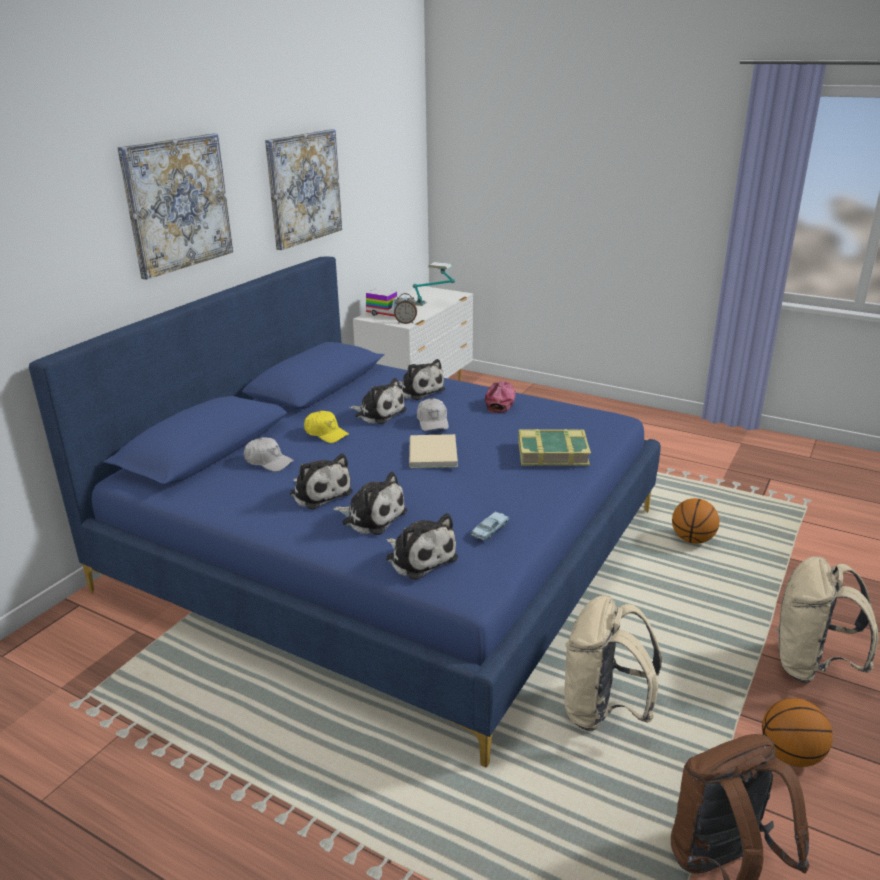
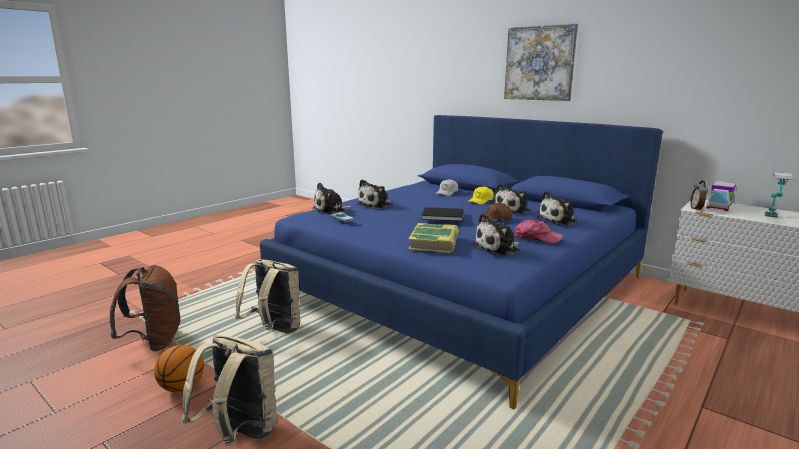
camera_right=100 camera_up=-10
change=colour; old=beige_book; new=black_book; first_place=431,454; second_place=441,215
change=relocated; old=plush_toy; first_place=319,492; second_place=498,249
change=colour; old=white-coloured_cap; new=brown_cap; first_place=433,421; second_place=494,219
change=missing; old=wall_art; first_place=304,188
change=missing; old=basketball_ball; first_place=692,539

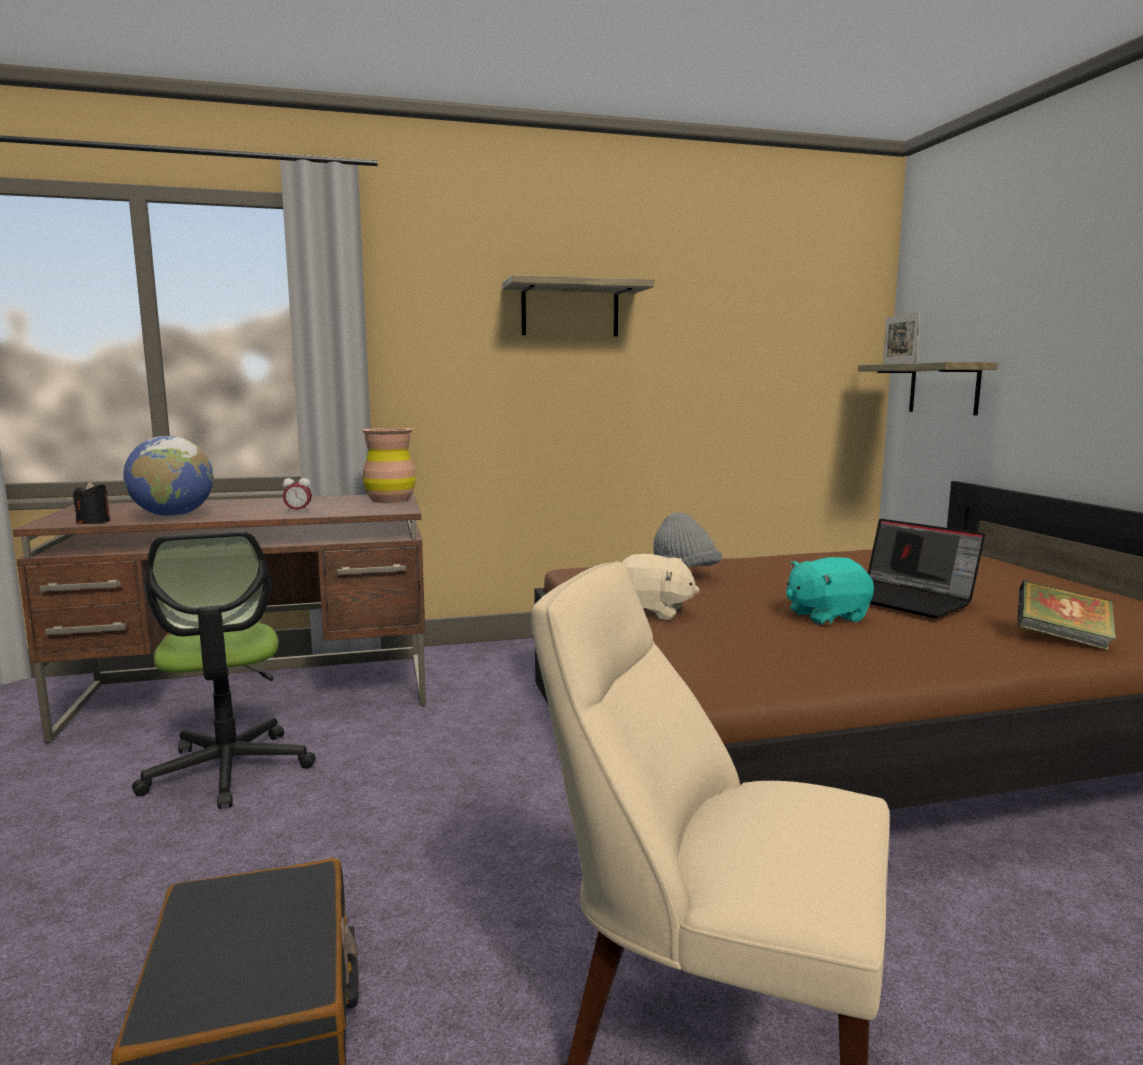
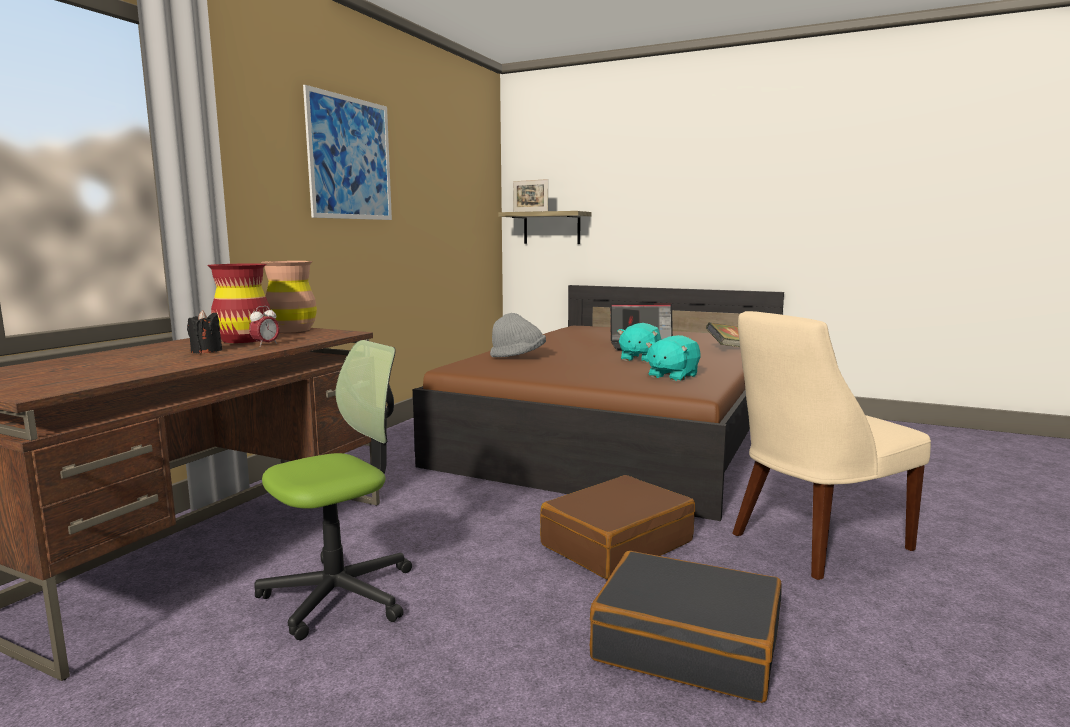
camera_right=-50 camera_up=0
change=relocated; old=black_wax_candle; first_place=94,522; second_place=206,351
change=appeared; new=red-coloured_vase; second_place=243,340
change=spun; old=desk_chair; first_place=228,770; second_place=339,595; degrees=-60
change=exchanged; old=bracket_shelf; new=wall_art; first_place=570,310; second_place=350,158
change=appeared; new=brown_travel_case; second_place=616,543
change=appeared; new=turquoise_plush_toy; second_place=672,376
change=missing; old=desk_globe; first_place=173,516
change=missing; old=beige_plush_toy; first_place=652,612

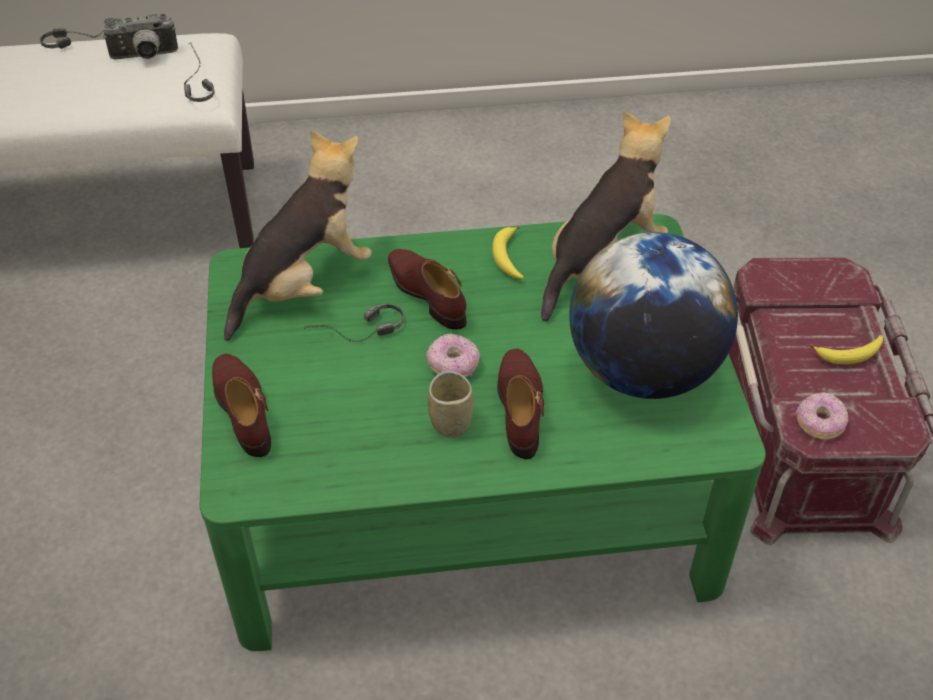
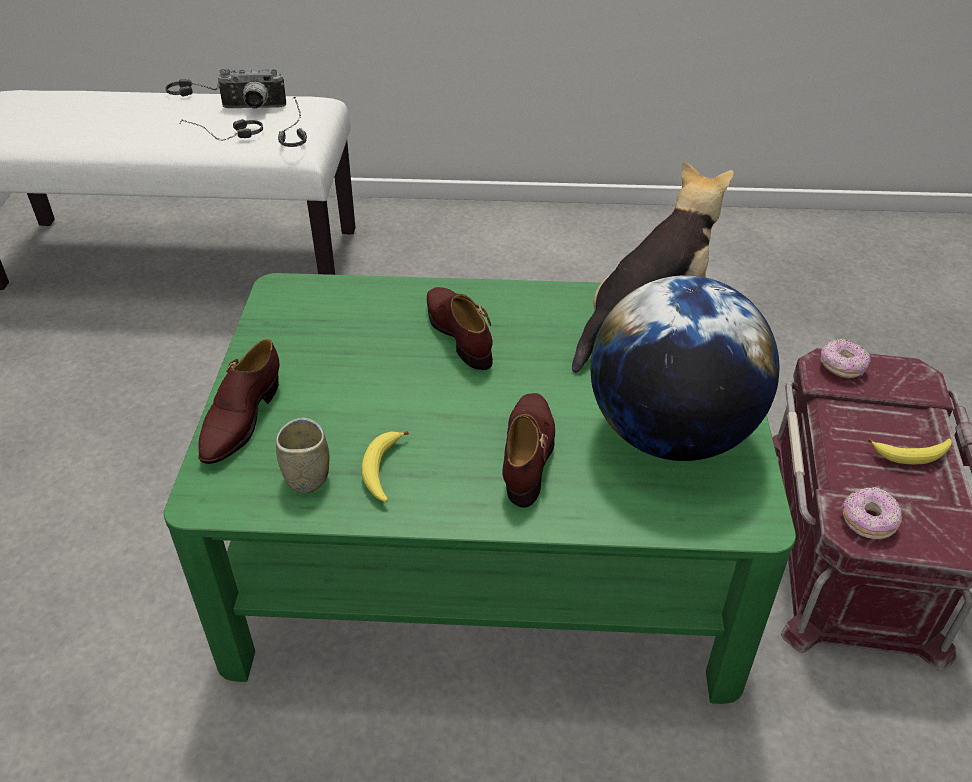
camera_right=10 camera_up=-5
change=relocated; old=headphones; first_place=357,335; second_place=224,137
change=spun; old=brown_low_shoe; first_place=243,409; second_place=240,419; degrees=-150
change=relocated; old=cup; first_place=450,423; second_place=307,477
change=relocated; old=banana_fruit; first_place=508,258; second_place=382,471
change=relocated; old=ring_doughnut; first_place=453,365; second_place=841,367
change=missing; old=plush_toy; first_place=304,285

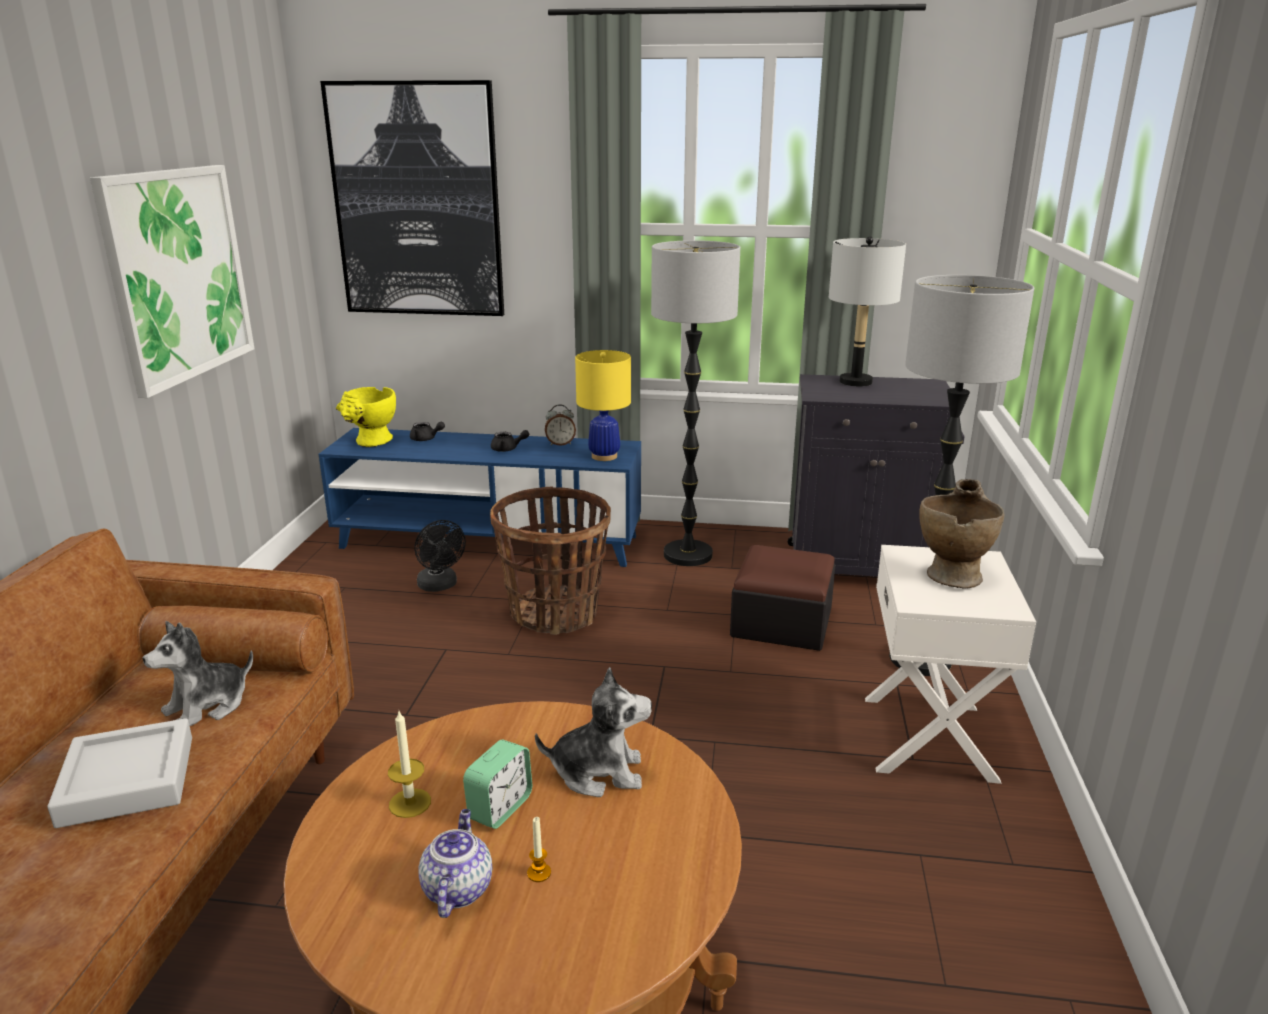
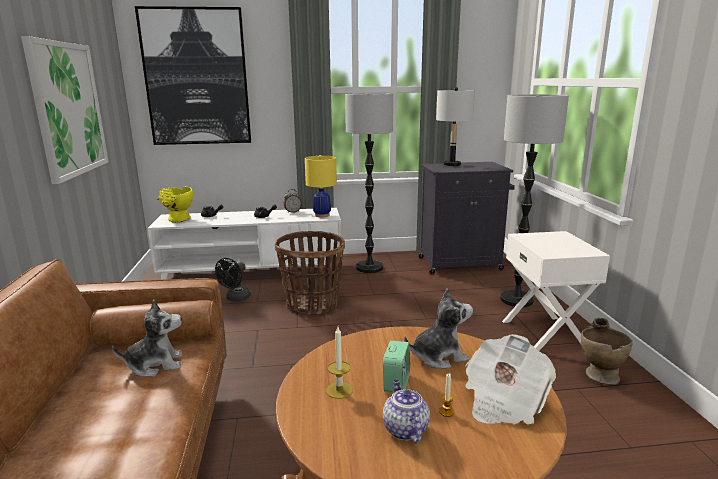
camera_right=-15 camera_up=-5
change=spun; old=plush_toy; first_place=207,706; second_place=155,365; degrees=-135
change=colour; old=blue_media_console; new=white-coloured_media_console; first_place=489,542; second_place=253,274
change=spun; old=black_electric_fan; first_place=440,586; second_place=236,298; degrees=75
change=appeared; new=printed_paper; second_place=503,400
change=relocated; old=beige_vase; first_place=952,573; second_place=598,373
change=missing; old=gray_carrying_tray; first_place=127,781
change=missing; old=ottoman; first_place=781,622

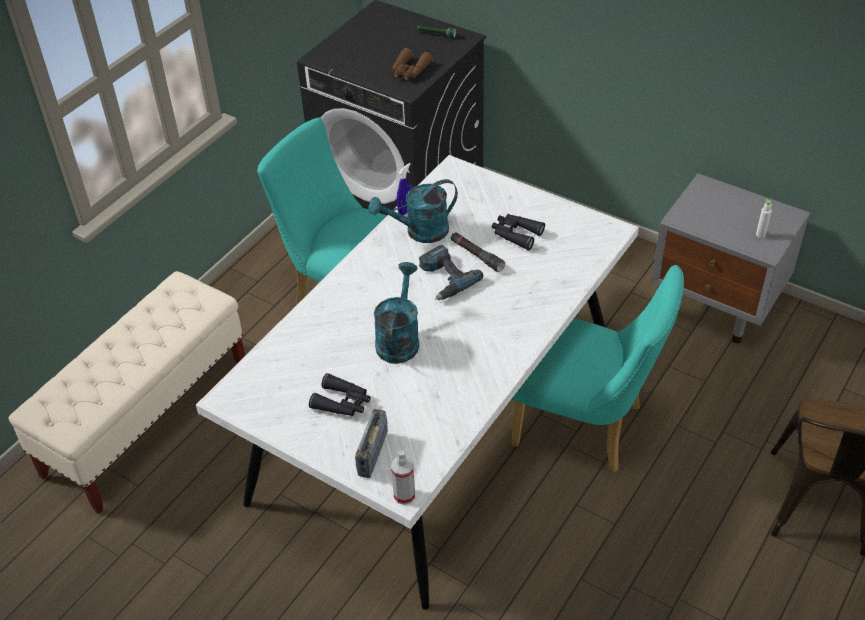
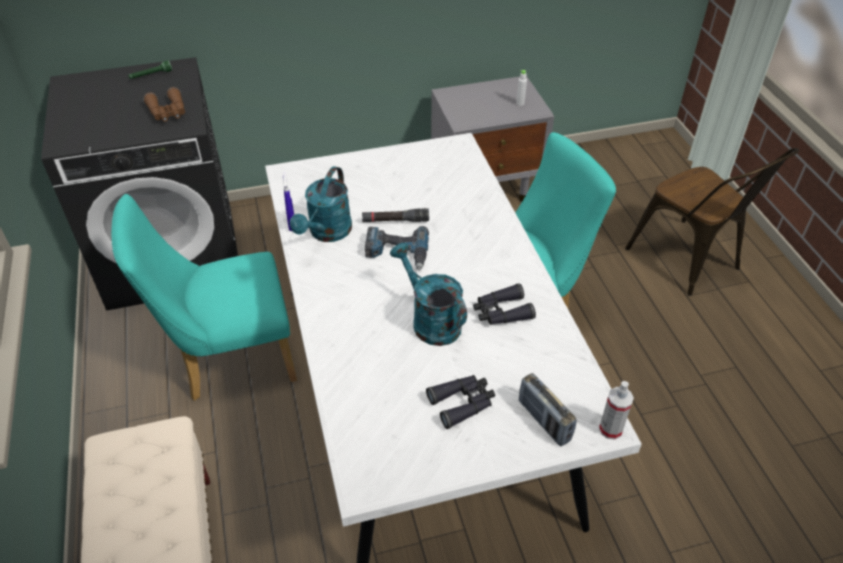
camera_right=-50 camera_up=0
change=relocated; old=black_binoculars; first_place=516,234; second_place=501,312

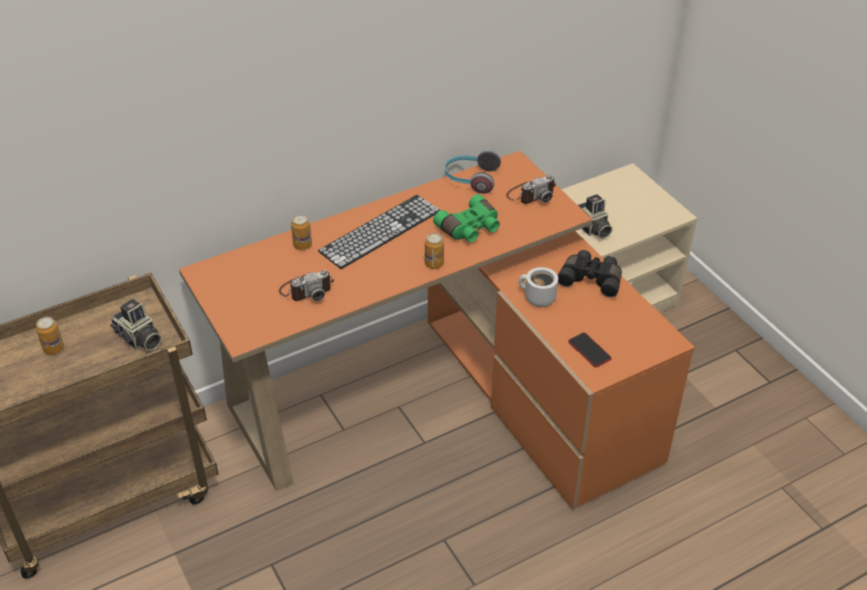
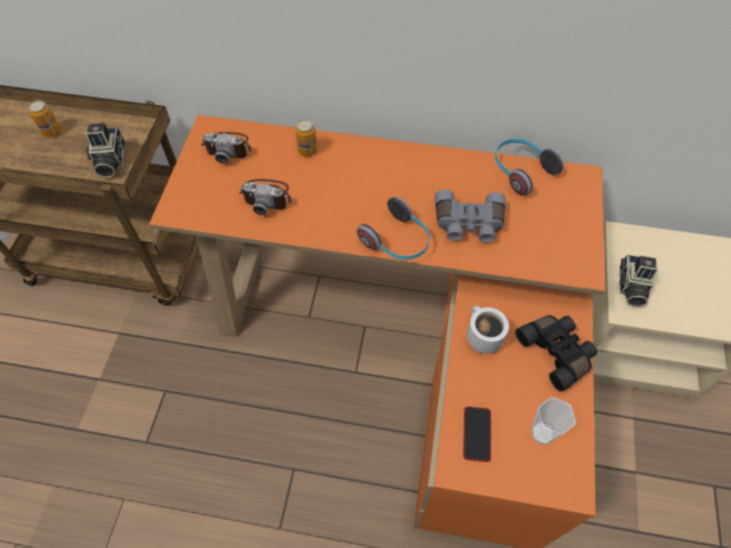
camera_right=40 camera_up=15
change=relocated; old=photo_camera; first_place=531,194; second_place=228,147
change=exchanged; old=sealed_can; new=headphones; first_place=434,264; second_place=397,241
change=colour; old=green_binoculars; new=gray_binoculars; first_place=470,228; second_place=468,224
change=appeared; new=cup; second_place=542,433
change=missing; old=PC_keyboard; first_place=380,231

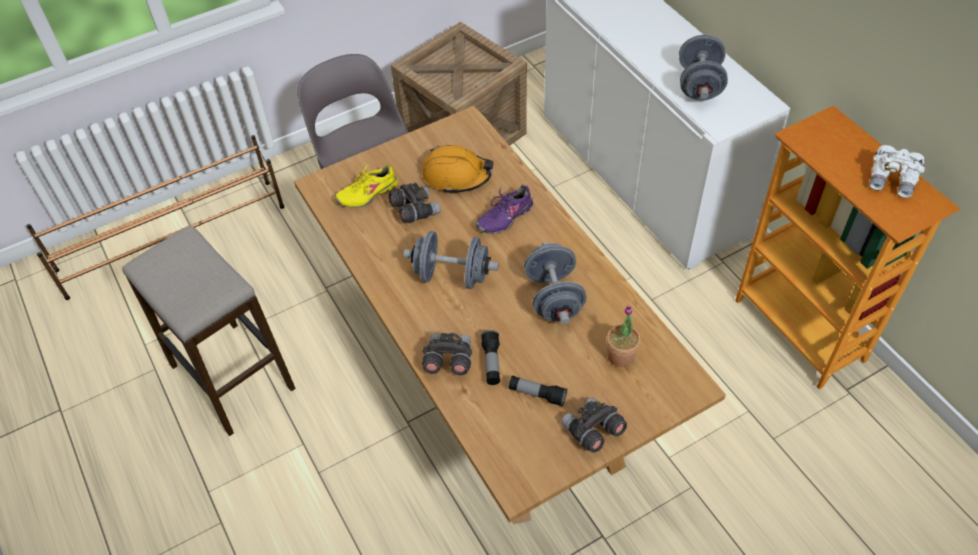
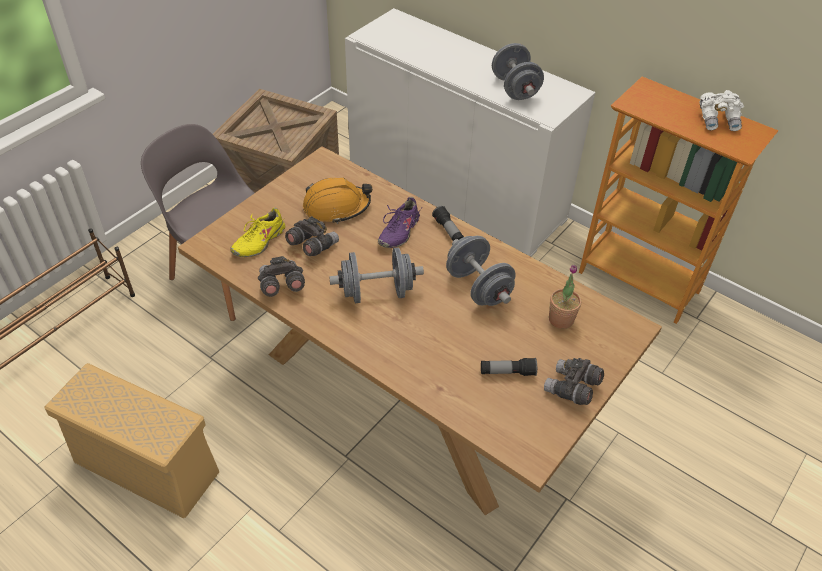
camera_right=-25 camera_up=-5
change=exchanged; old=sitting_stool; new=beige_storage_container; first_place=232,377; second_place=148,467
change=relocated; old=gray_binoculars; first_place=448,361; second_place=281,286
change=relocated; old=torch; first_place=491,362; second_place=448,231

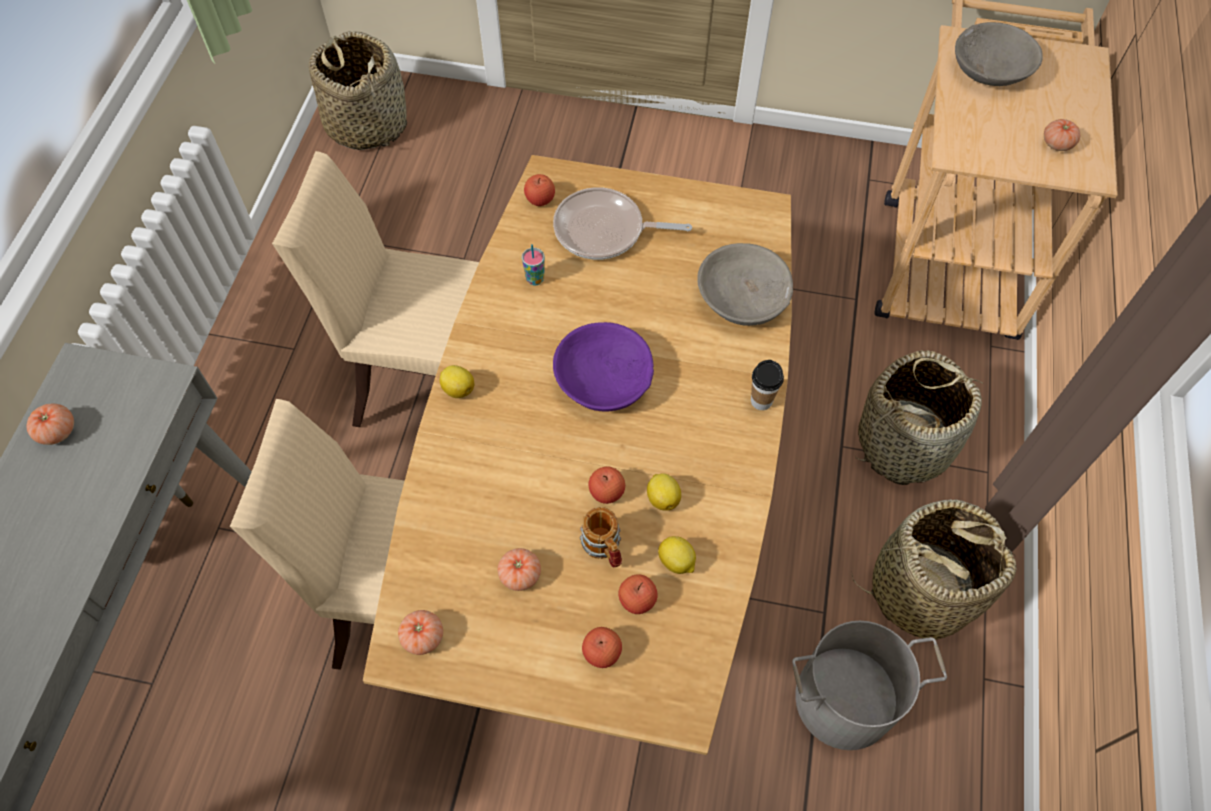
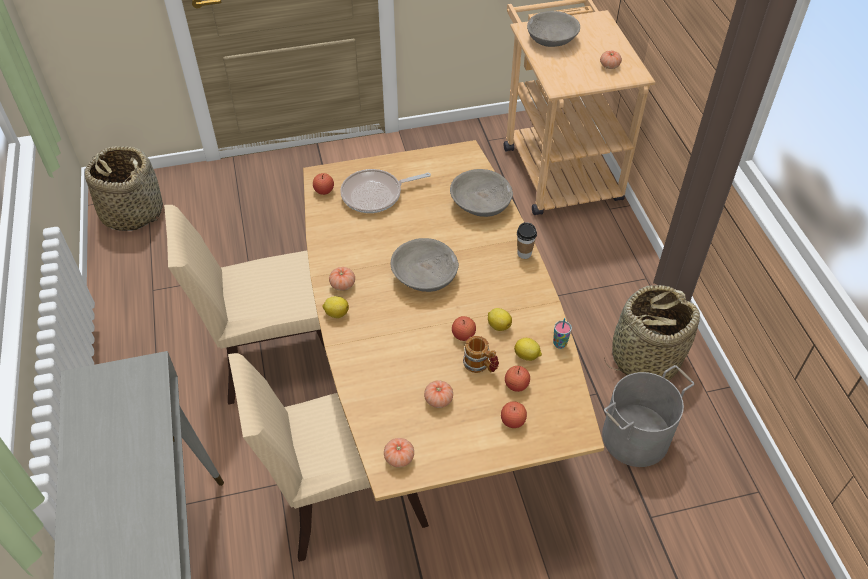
camera_right=-25 camera_up=-10
change=relocated; old=tomato; first_place=57,431; second_place=342,284
change=colour; old=purple_bowl; new=gray_bowl; first_place=603,379; second_place=424,275
change=relocated; old=cup; first_place=535,279; second_place=559,344
change=missing; old=household_basket; first_place=905,443

